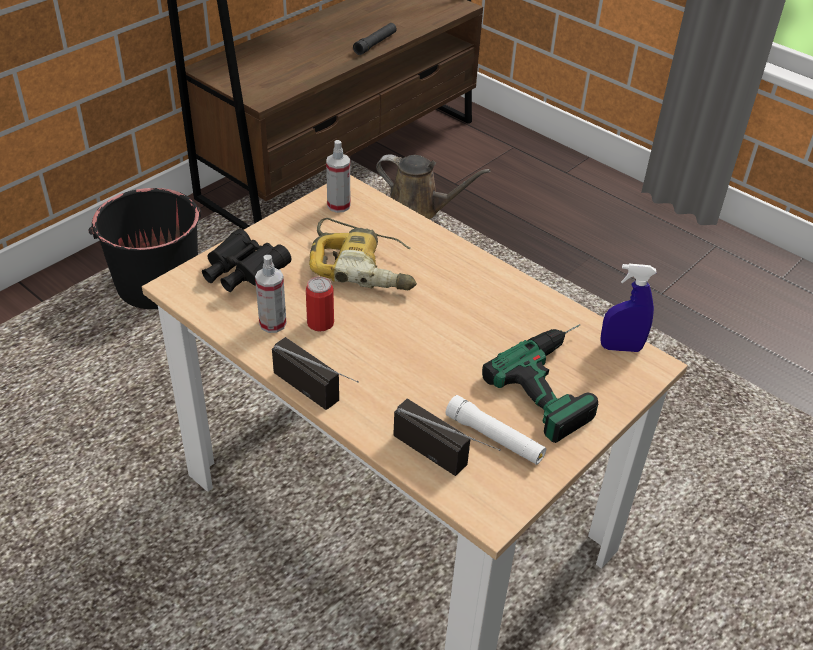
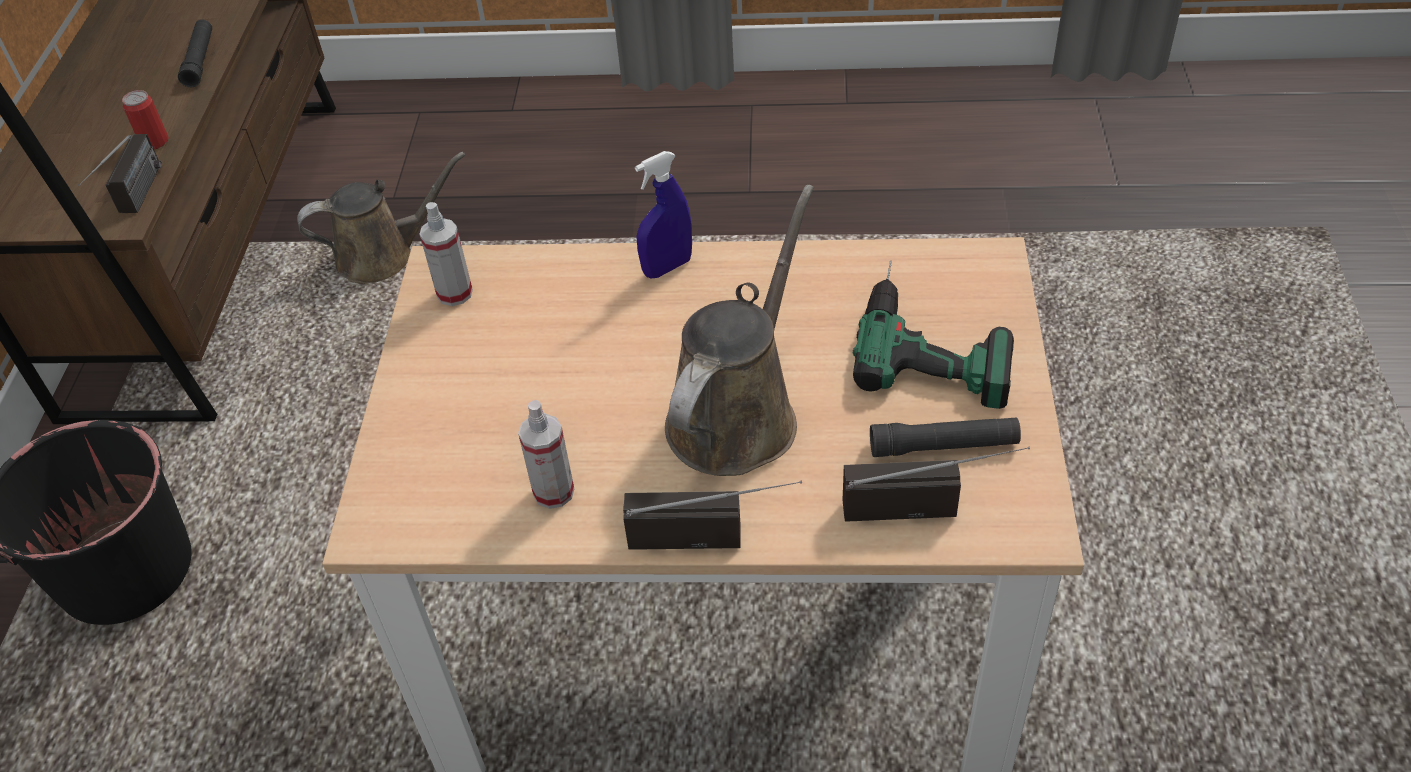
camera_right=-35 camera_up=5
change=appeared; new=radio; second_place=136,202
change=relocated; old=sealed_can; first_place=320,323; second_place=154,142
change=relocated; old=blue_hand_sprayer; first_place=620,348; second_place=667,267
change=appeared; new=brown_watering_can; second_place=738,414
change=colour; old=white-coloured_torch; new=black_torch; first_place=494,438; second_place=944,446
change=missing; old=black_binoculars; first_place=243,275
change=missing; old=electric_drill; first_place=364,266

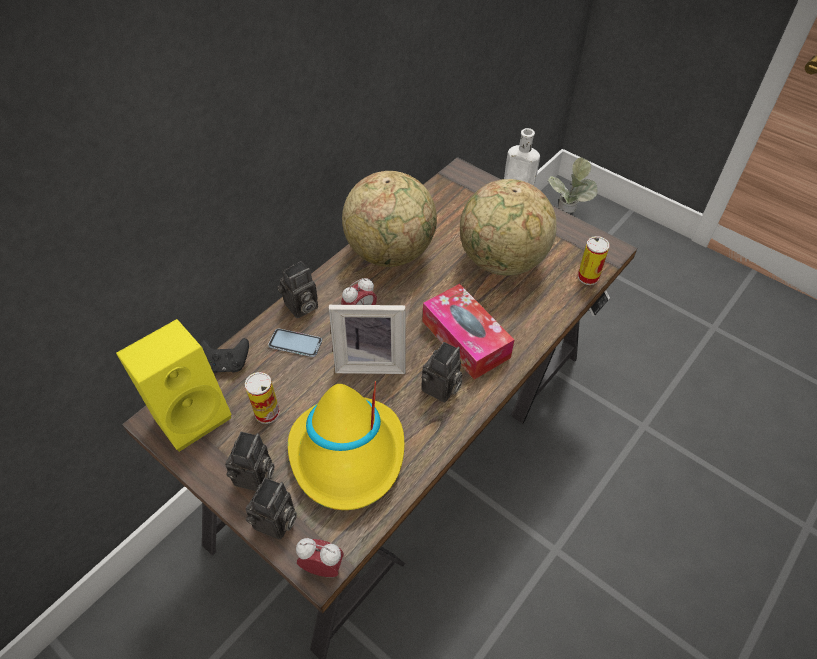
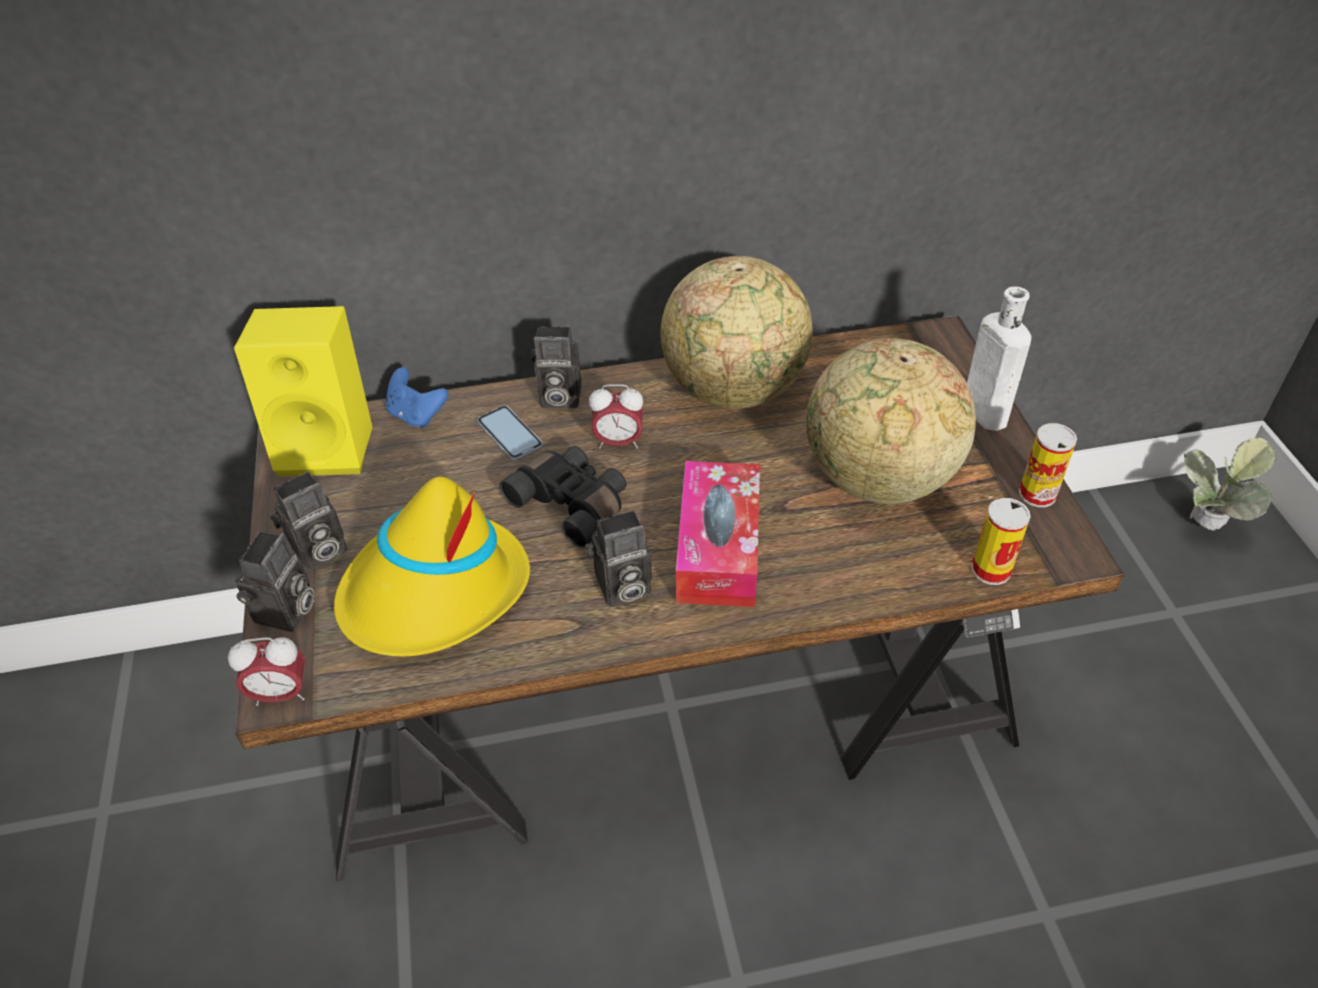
camera_right=40 camera_up=-5
change=spun; old=bedside_clock; first_place=323,567; second_place=281,694; degrees=120
change=spun; old=photo_camera; first_place=276,523; second_place=287,613; degrees=-45
change=colour; old=black_joypad; new=blue_joypad; first_place=227,364; second_place=417,415
change=exchanged; old=standing_frame; new=black_binoculars; first_place=371,361; second_place=572,503
change=relocated; old=sealed_can; first_place=267,413; second_place=1037,494

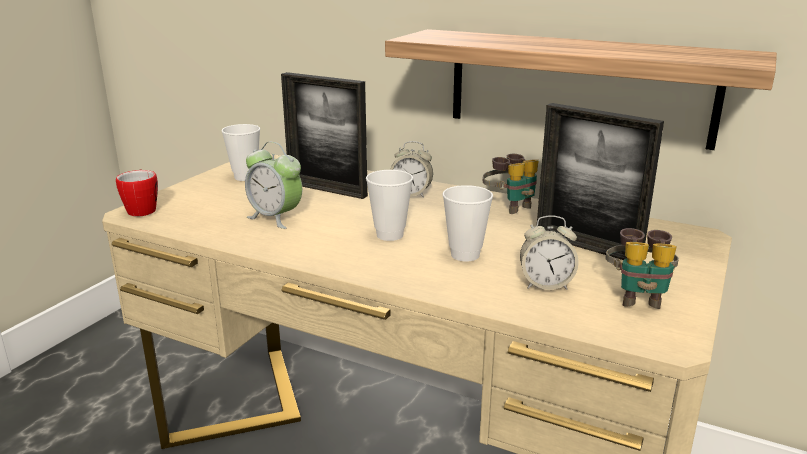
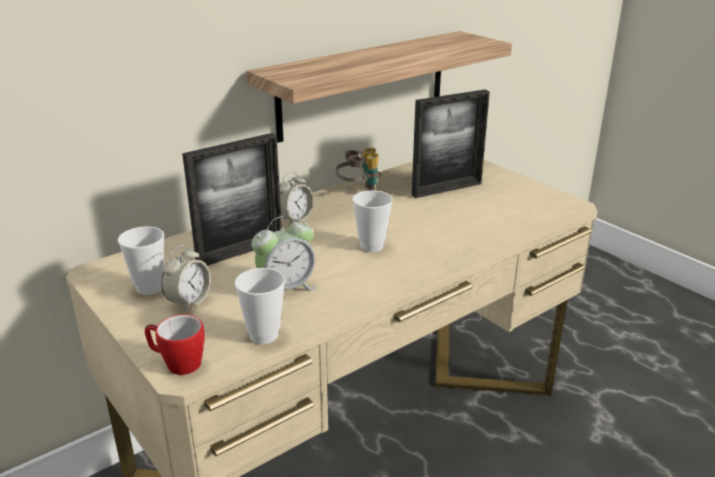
camera_right=-65 camera_up=5
change=relocated; old=bedside_clock; first_place=545,284; second_place=189,301
change=relocated; old=cup; first_place=465,255; second_place=264,335
change=missing; old=binoculars; first_place=638,297

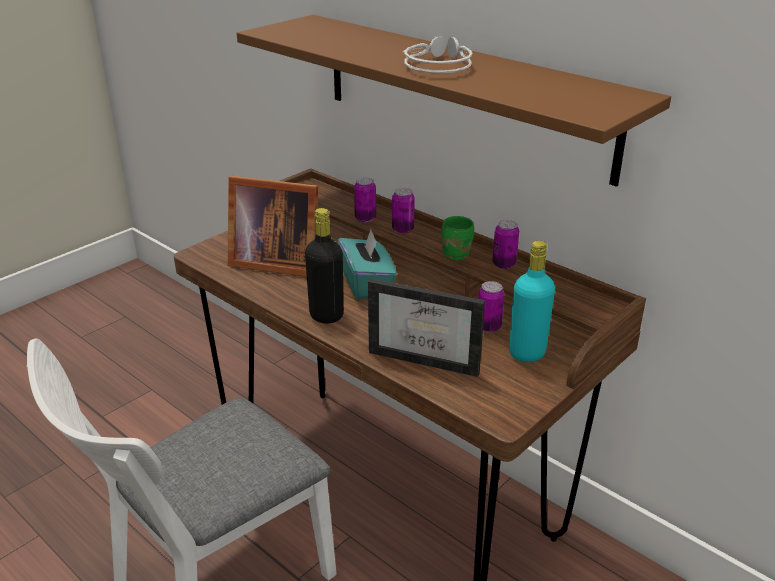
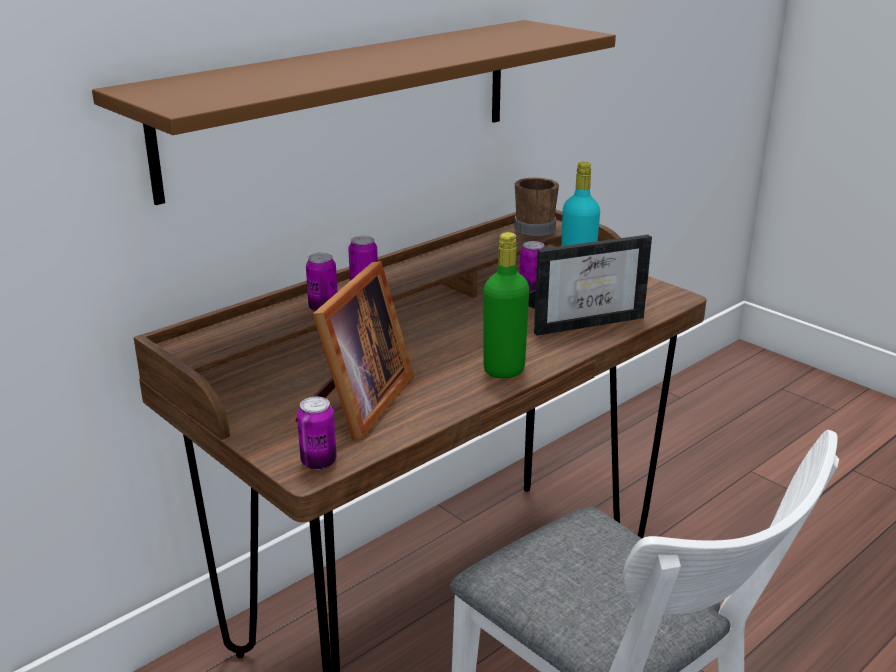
camera_right=-85 camera_up=-5
change=relocated; old=sealed_can; first_place=504,264; second_place=318,462
change=colour; old=black_drink_bottle; new=green_drink_bottle; first_place=326,315; second_place=504,370
change=appeared; new=brown_tea_mug; second_place=532,227
change=spun; old=standing_frame; first_place=429,357; second_place=586,320; degrees=45
change=missing; old=turquoise_tissue_holder; first_place=367,284
change=missing; old=gray_headphones; first_place=436,65
change=missing; old=green_tea_mug; first_place=457,254

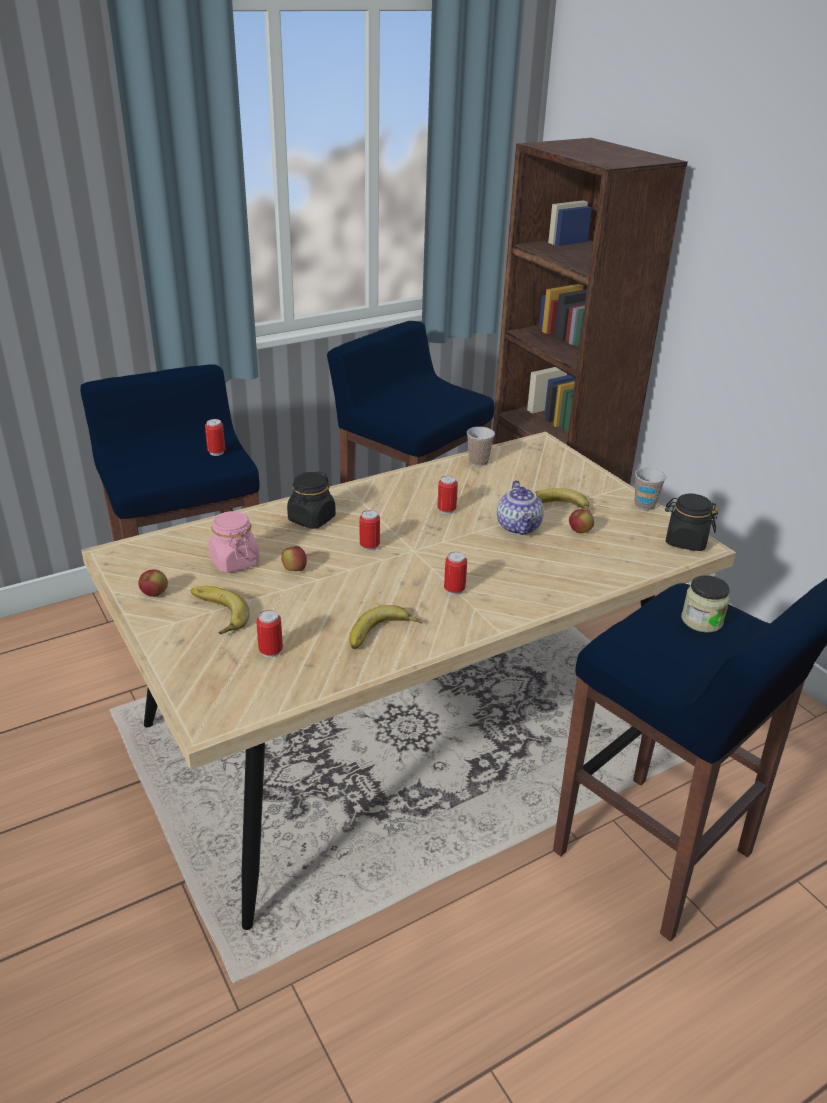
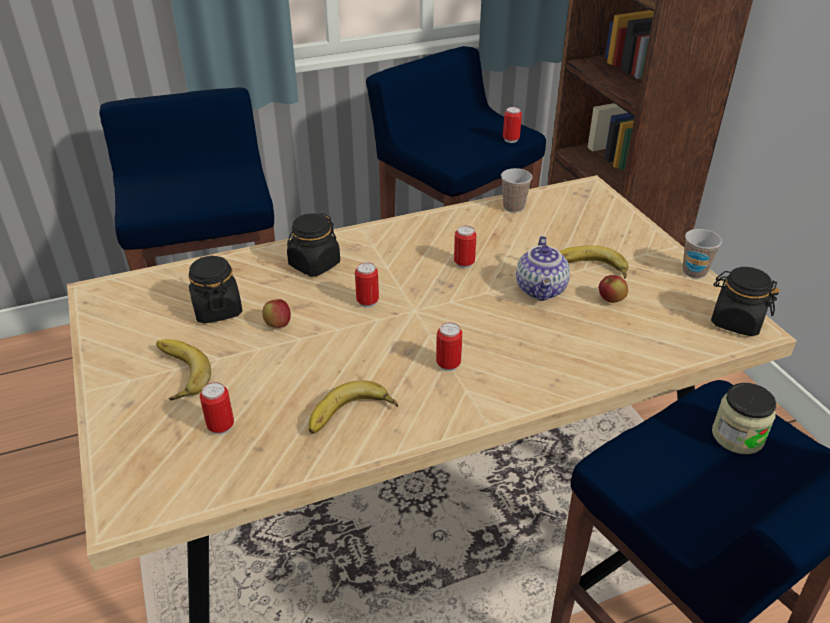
camera_right=10 camera_up=5
change=colour; old=pink_storage_jar; new=black_storage_jar; first_place=234,561; second_place=217,309
change=relocated; old=sealed_can; first_place=216,452; second_place=511,140
change=missing; old=apple_fruit; first_place=155,594

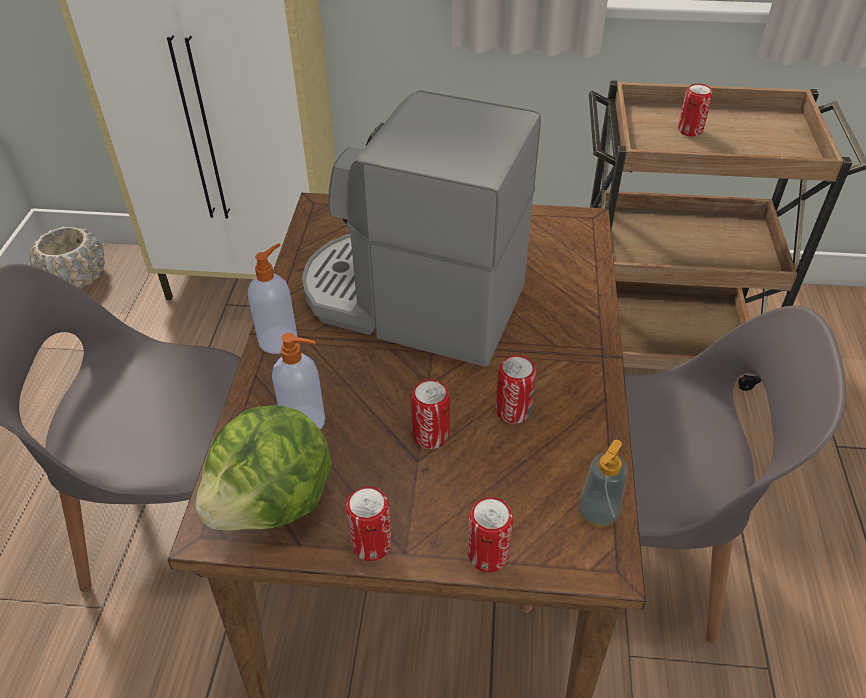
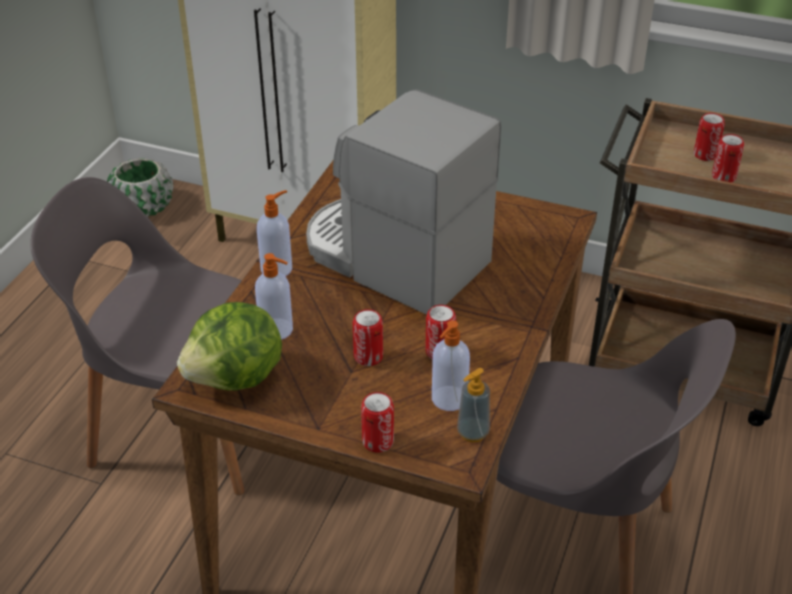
camera_right=15 camera_up=-5
change=colour; old=beige_flower_pot; new=green_flower_pot; first_place=75,278; second_place=143,208
change=appeared; new=liquid_soap_bottle; second_place=448,399
change=relocated; old=sealed_can; first_place=371,544; second_place=723,177

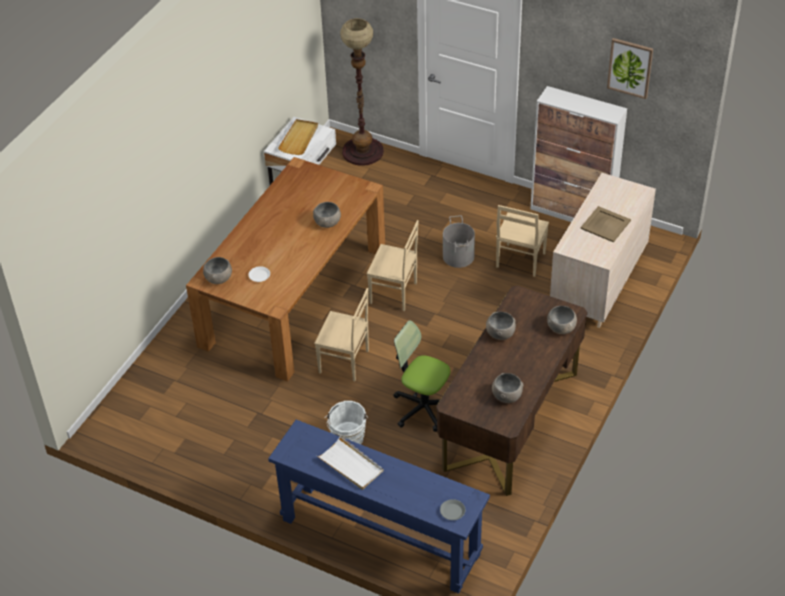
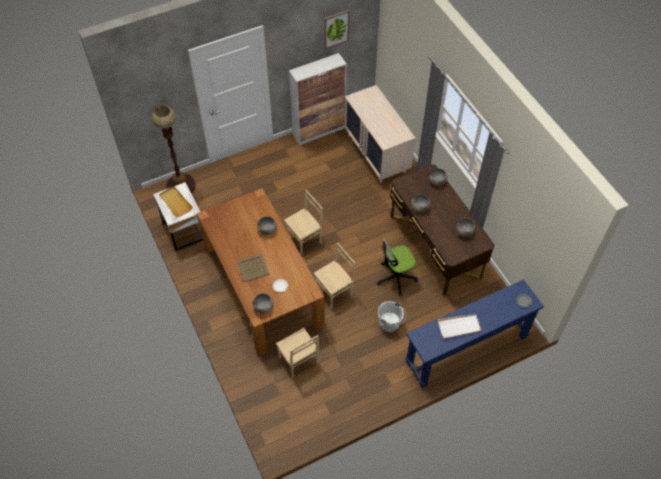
camera_right=-55 camera_up=10
change=relocated; old=beige_carrying_tray; first_place=606,224; second_place=253,267
change=relocated; old=beige_upright_chair; first_place=519,260; second_place=298,361
change=missing; old=gray_bucket; first_place=459,256

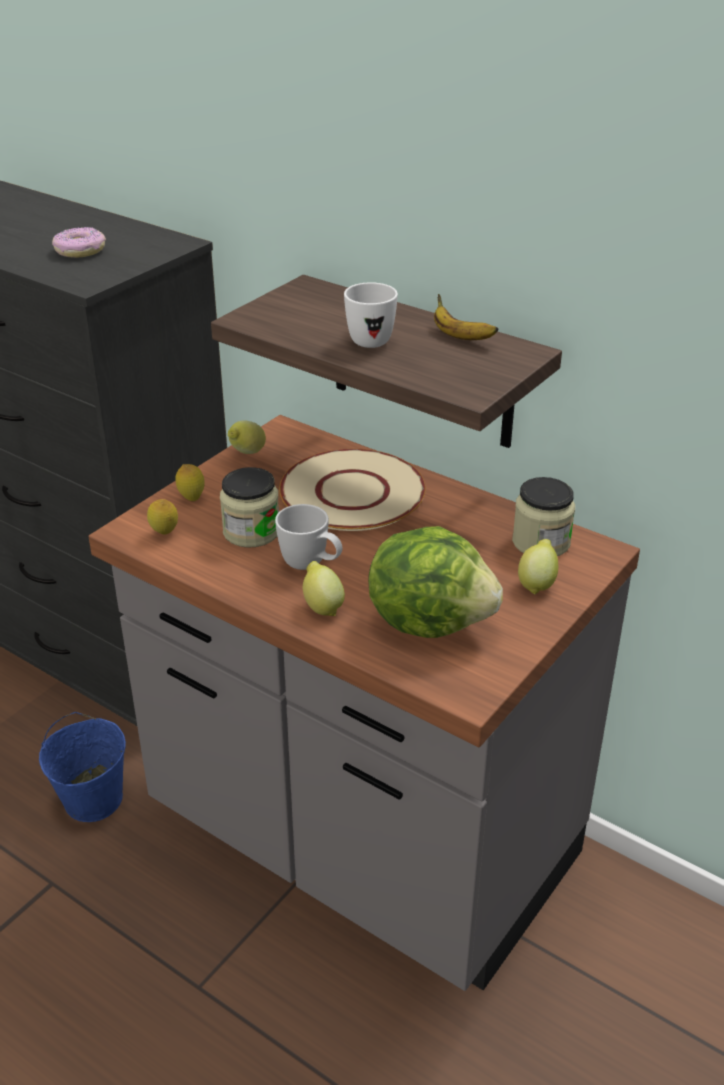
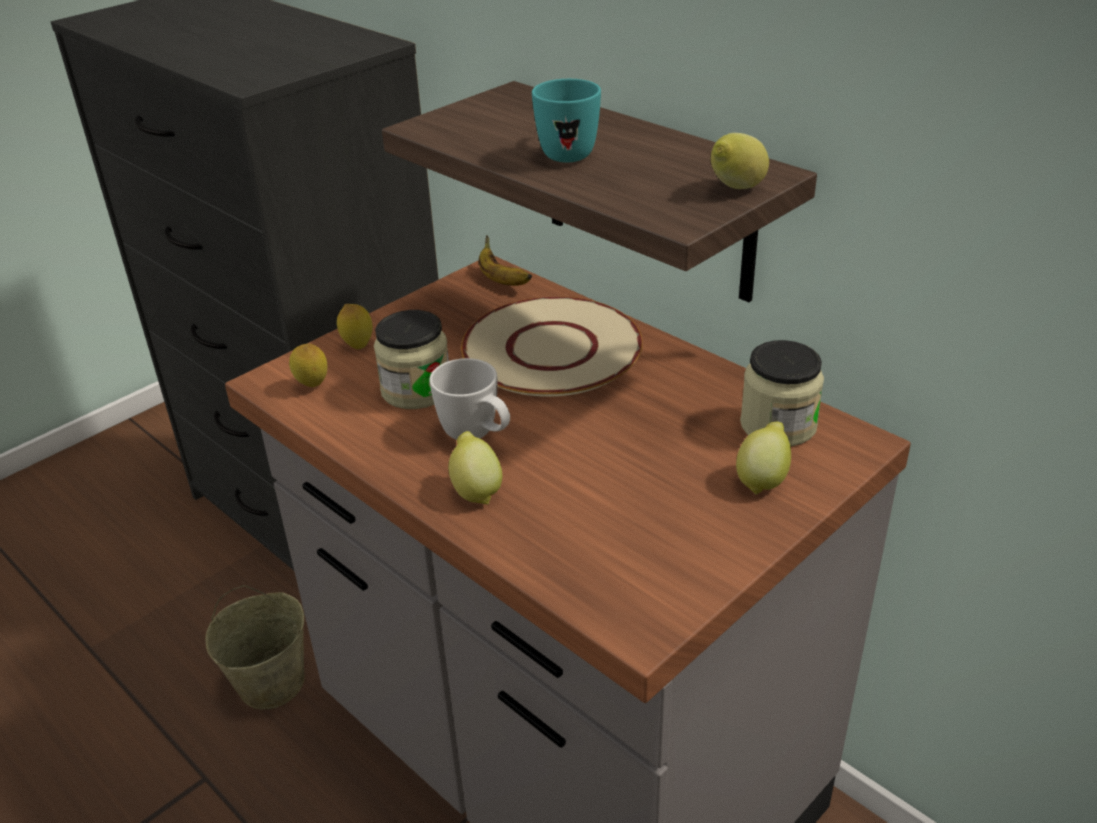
camera_right=10 camera_up=0
change=colour; old=blue_bucket; new=beige_bucket; first_place=94,799; second_place=272,682
change=relocated; old=banana_fruit; first_place=460,336; second_place=501,280
change=colour; old=white-coloured_tea_mug; new=turquoise_tea_mug; first_place=369,338; second_place=568,151
change=relocated; old=whole_lemon; first_place=246,453; second_place=735,189
change=missing; old=ring_doughnut; first_place=80,250
change=missing; old=lettuce_head; first_place=430,620

